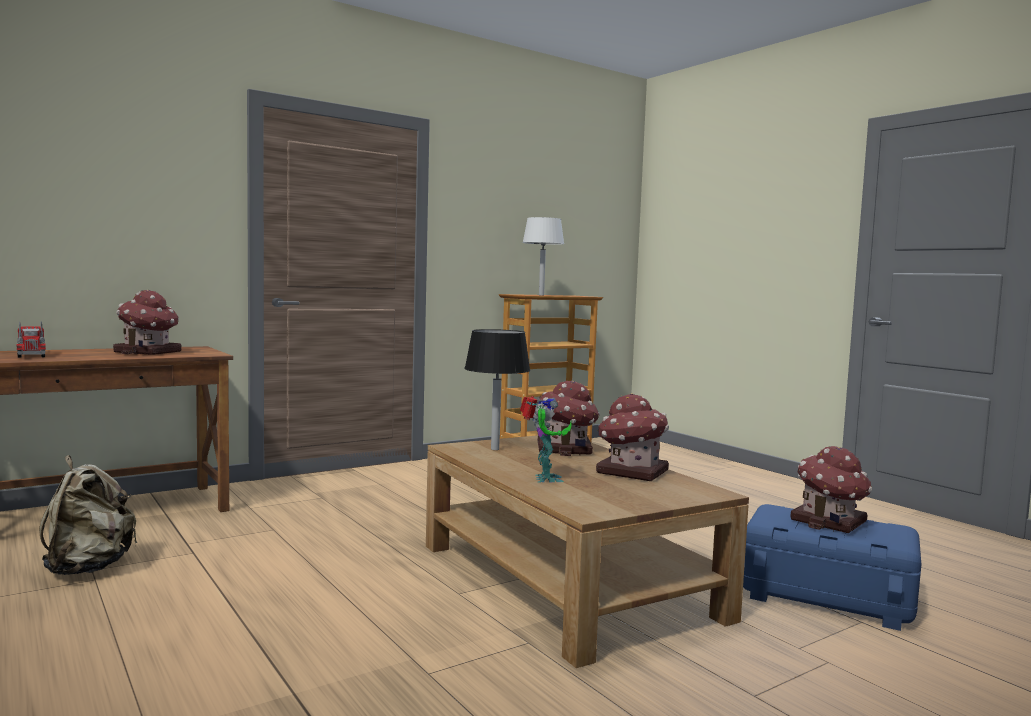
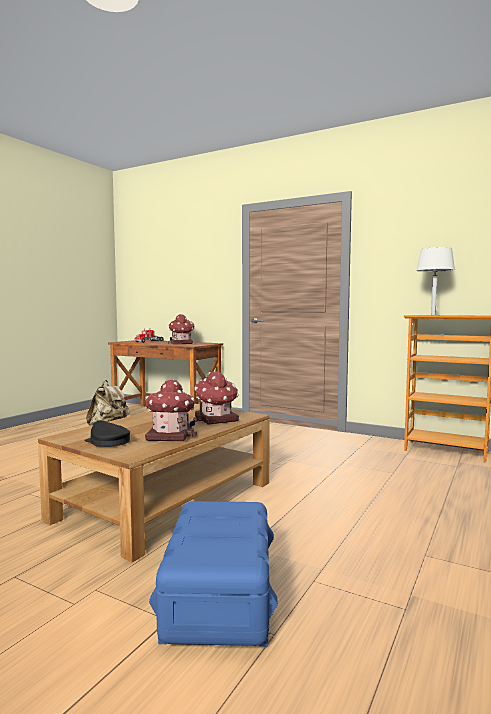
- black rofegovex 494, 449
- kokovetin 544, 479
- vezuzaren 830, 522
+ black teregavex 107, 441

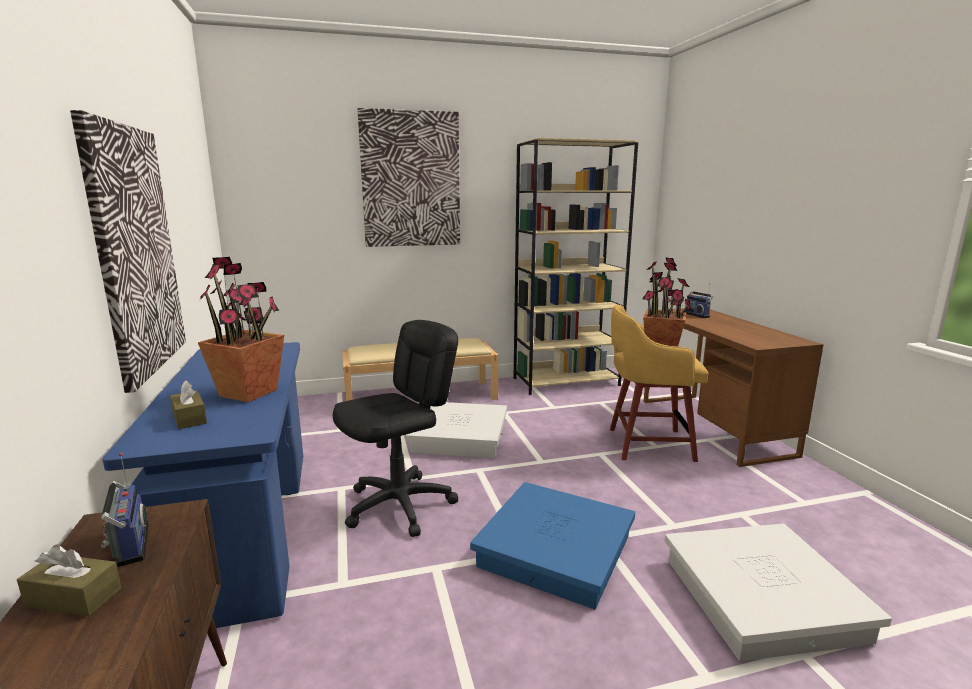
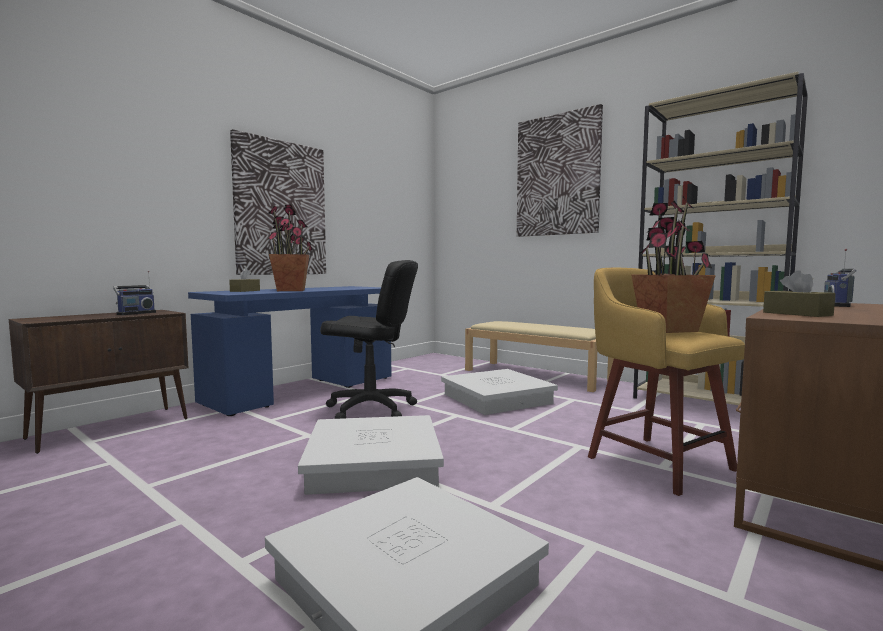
~ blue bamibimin 556, 550 to white bamibimin 373, 464
~ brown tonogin 74, 597 to 797, 314

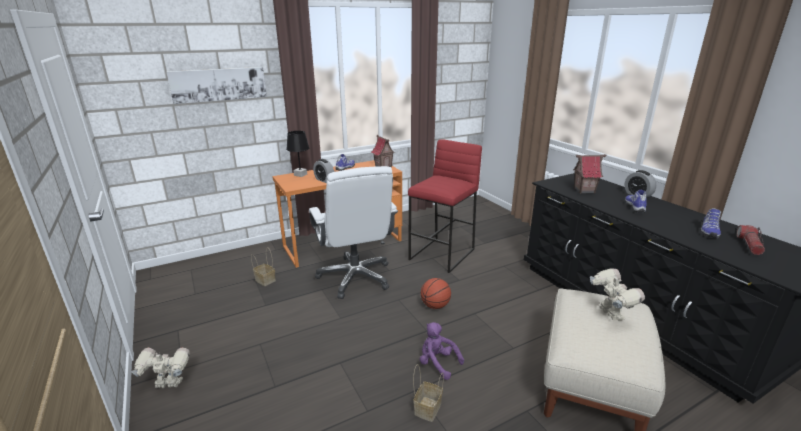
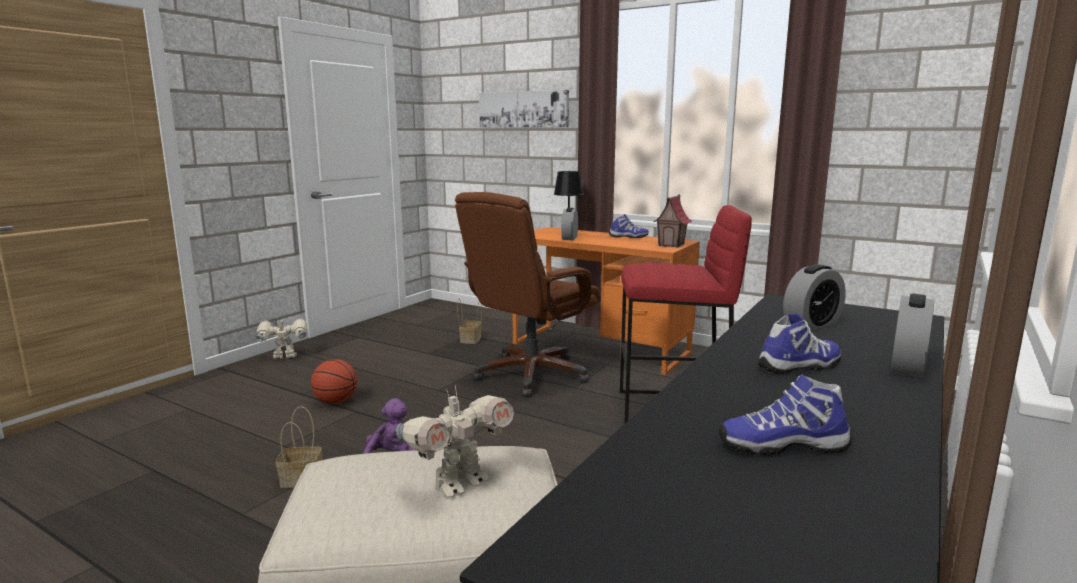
~ vezuzaren 584, 190 to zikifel 811, 324
~ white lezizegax 355, 277 to brown lezizegax 531, 375
- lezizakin 750, 245
~ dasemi 435, 306 to 336, 402
~ kokovetin 168, 385 = 285, 358 75 degrees counterclockwise

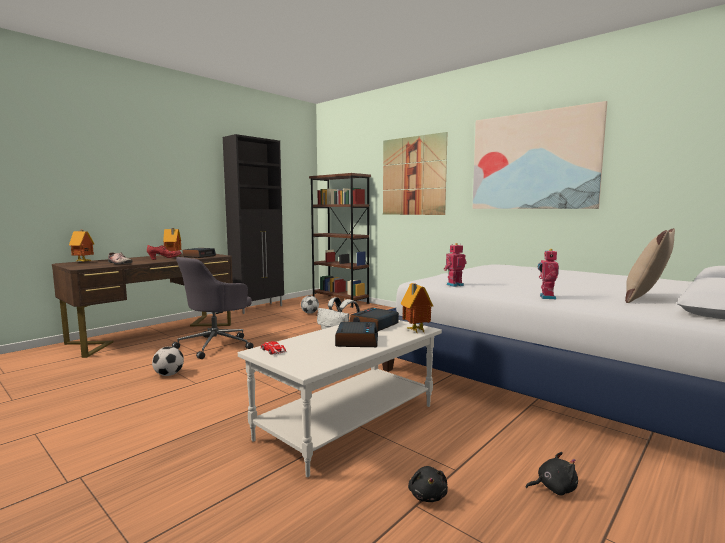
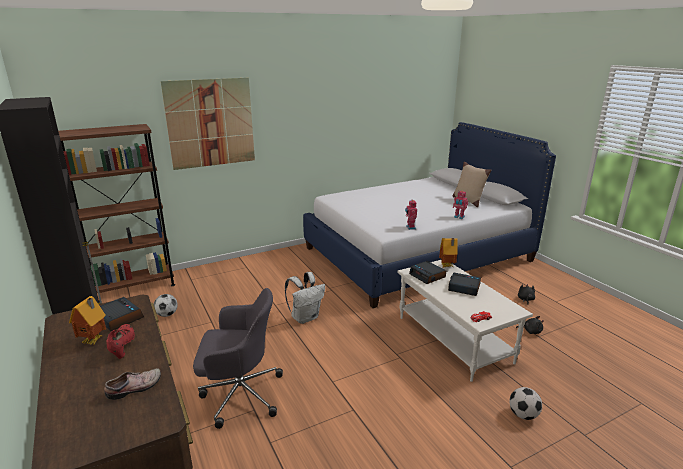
- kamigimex 533, 161
- vezuzaren 84, 261
~ grey lezizegax 216, 345 = 240, 394 60 degrees counterclockwise
~ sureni 169, 374 to 523, 415

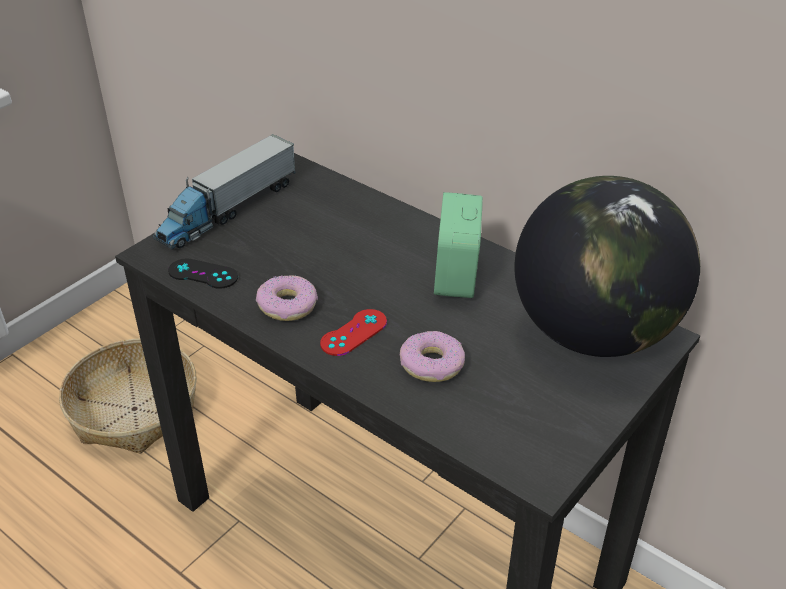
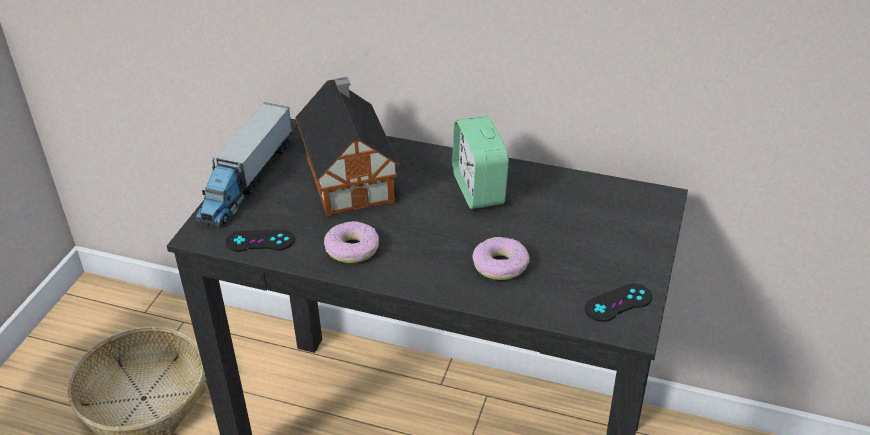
- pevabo 593, 333
- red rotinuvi 354, 333
+ vezuzaren 349, 175
+ black rotinuvi 618, 303

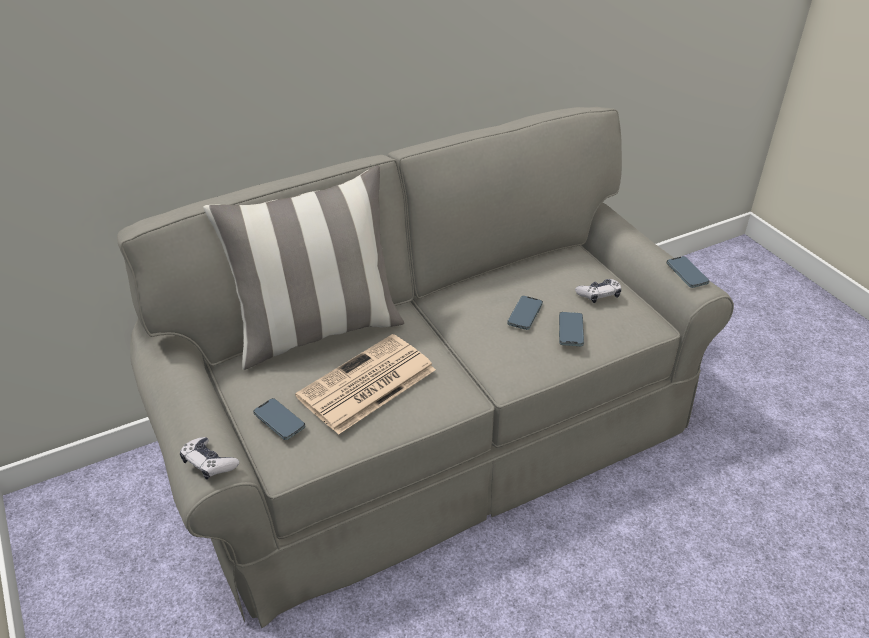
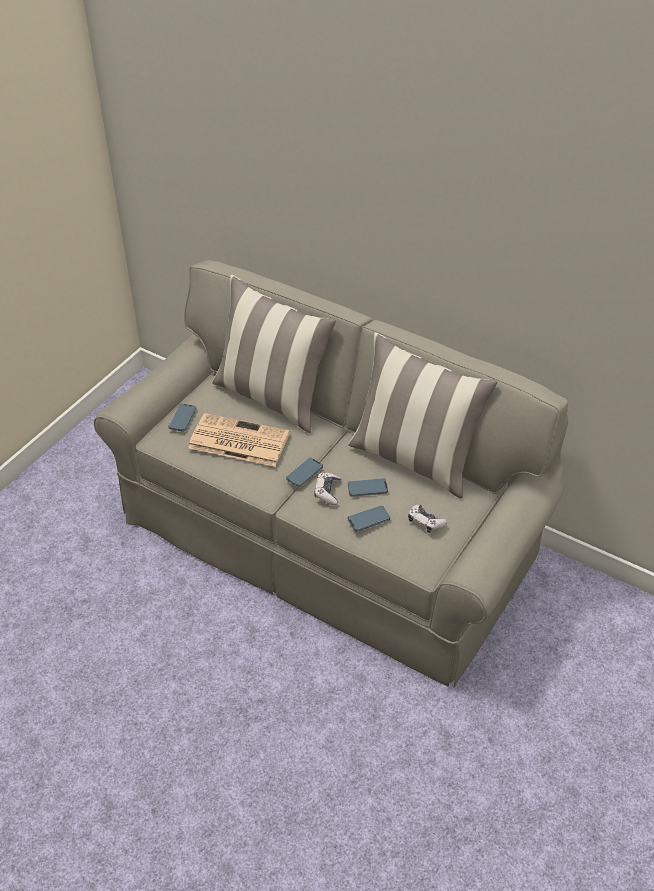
~ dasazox 687, 274 to 304, 474
~ rotinuvi 209, 463 to 327, 492
+ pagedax 414, 459

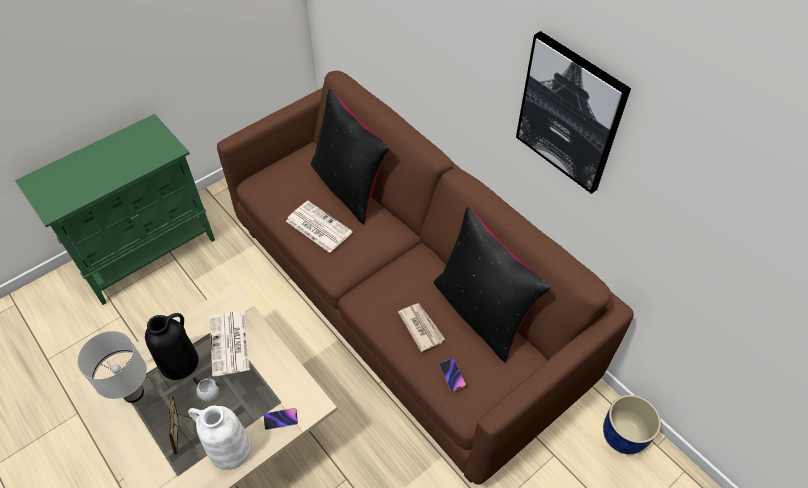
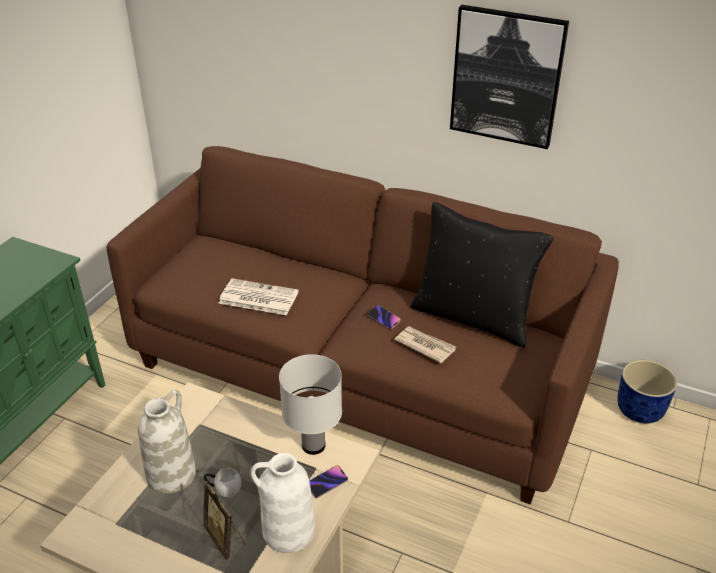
- black pagedax 349, 187
- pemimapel 230, 344
~ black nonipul 179, 362 to white nonipul 171, 473
~ white rofegovex 133, 393 to 312, 445
~ dasazox 452, 375 to 384, 319

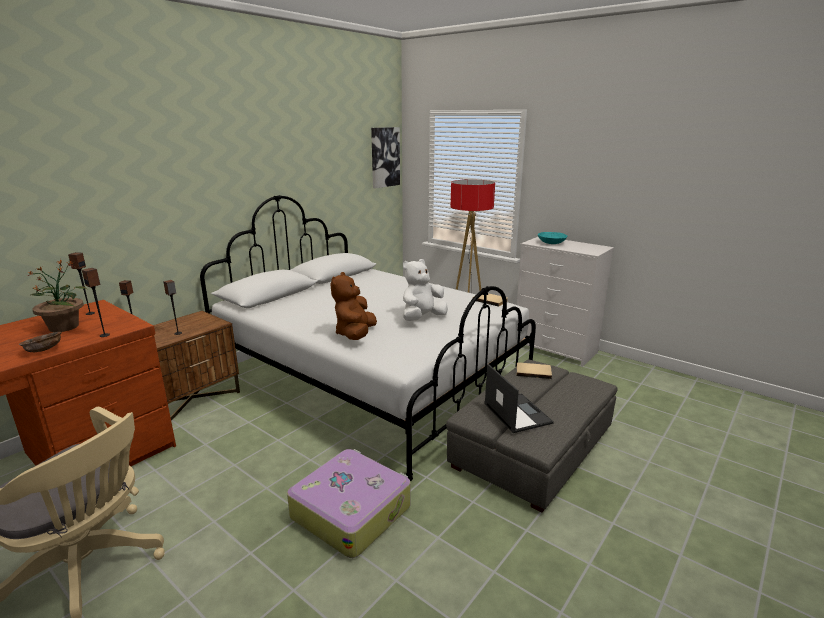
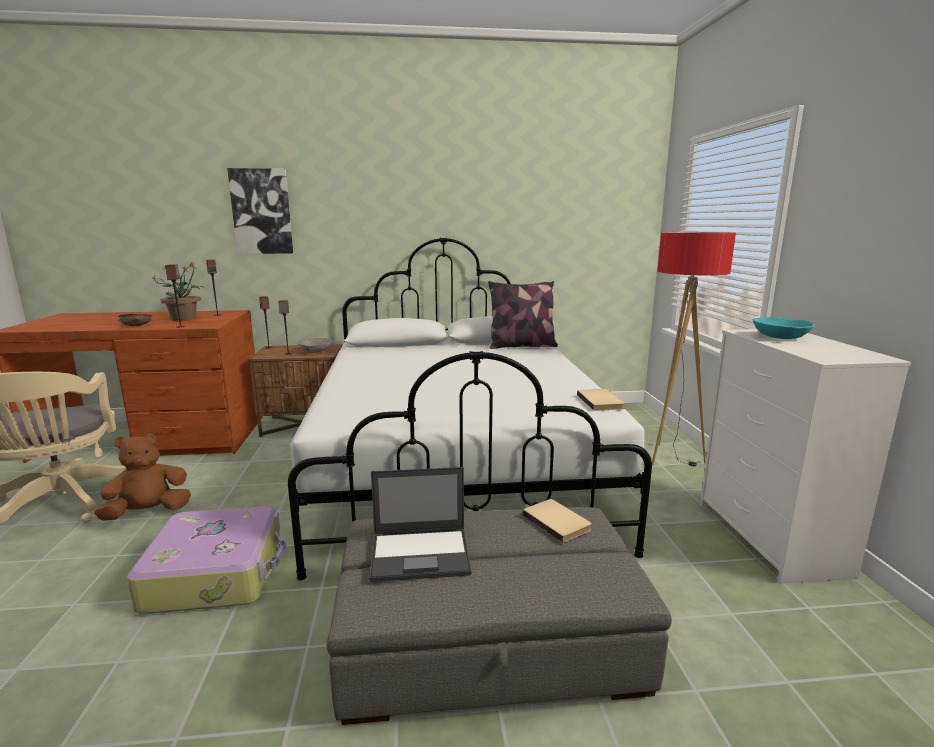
~ kamigimex 384, 157 to 262, 212
- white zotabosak 422, 318
~ brown zotabosak 355, 334 to 148, 512
~ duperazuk 516, 413 = 421, 554 60 degrees clockwise
+ pagedax 521, 346
+ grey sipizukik 316, 351

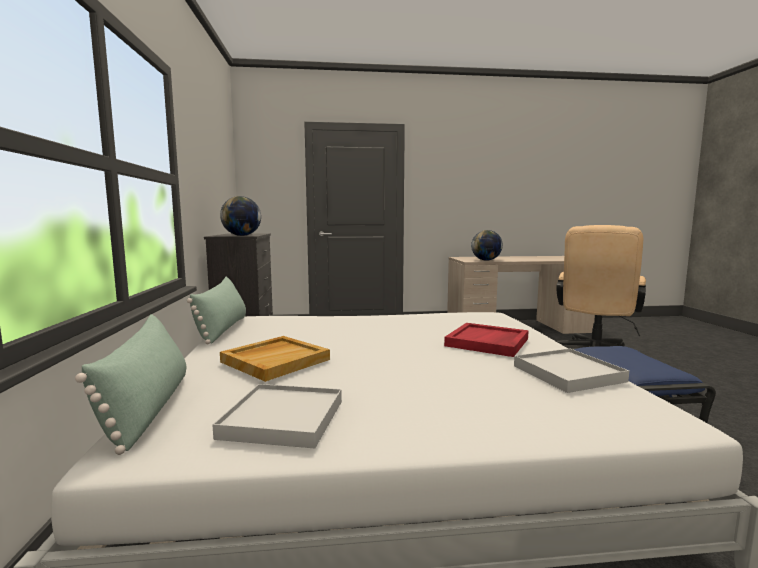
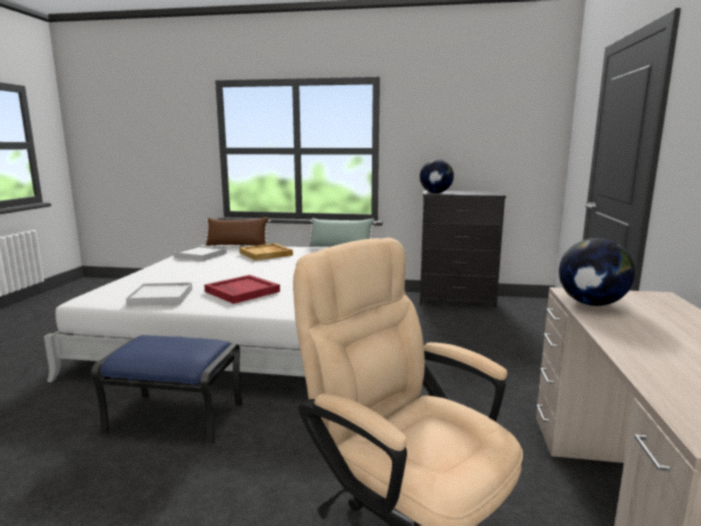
~ green pagedax 148, 408 to brown pagedax 237, 245

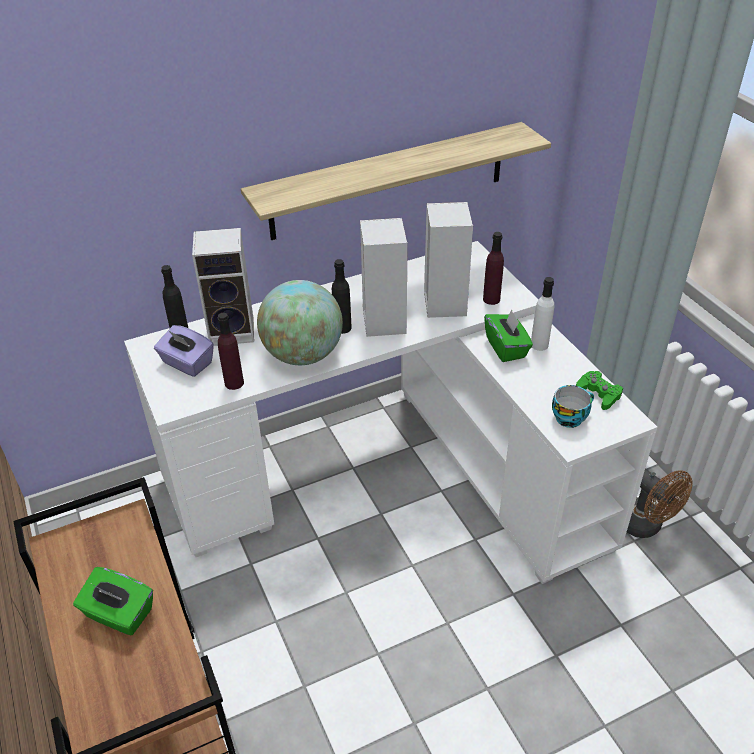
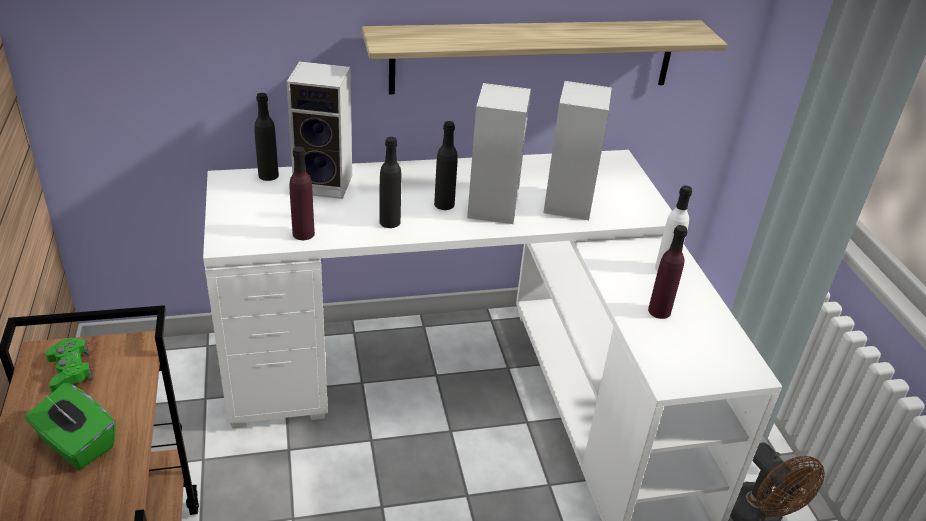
~ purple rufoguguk 491, 299 to 659, 311
~ pevabo 303, 355 to black rufoguguk 389, 222
- green tonogin 506, 348
- purple tonogin 187, 363
~ green rotinuvi 598, 394 to 70, 370
- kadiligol 569, 417

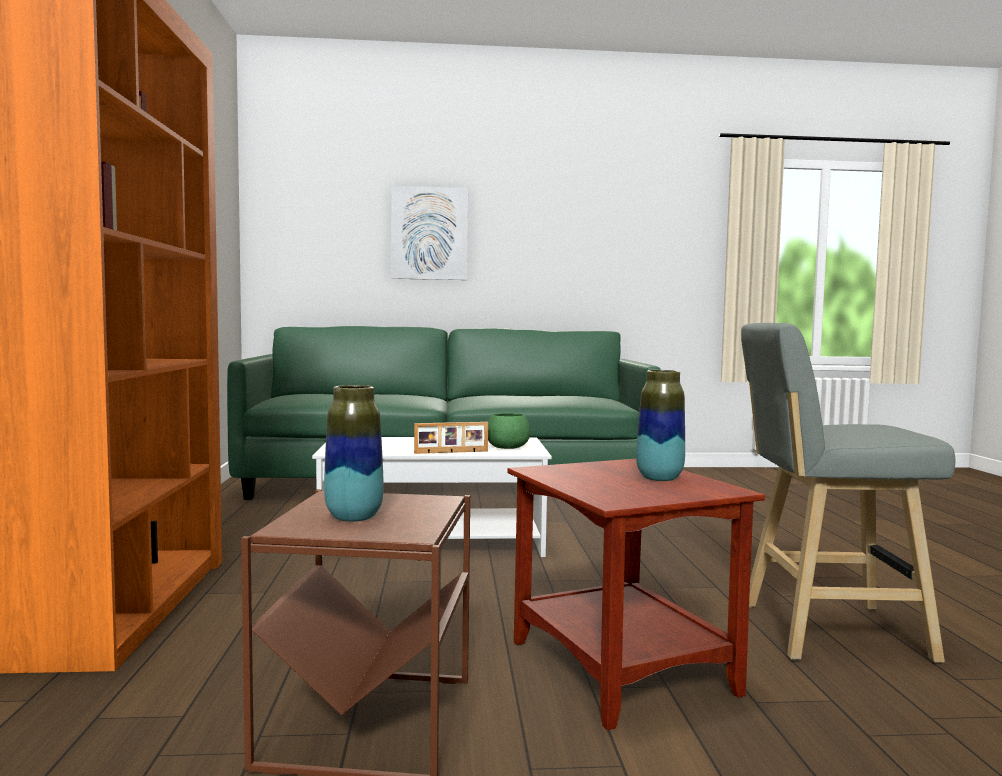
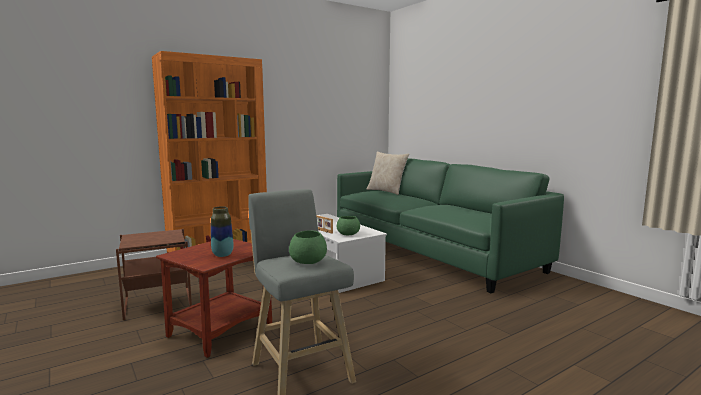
- kamigimex 429, 233
- nonipul 354, 517
+ beige pagedax 386, 191
+ green sipizukik 308, 261

